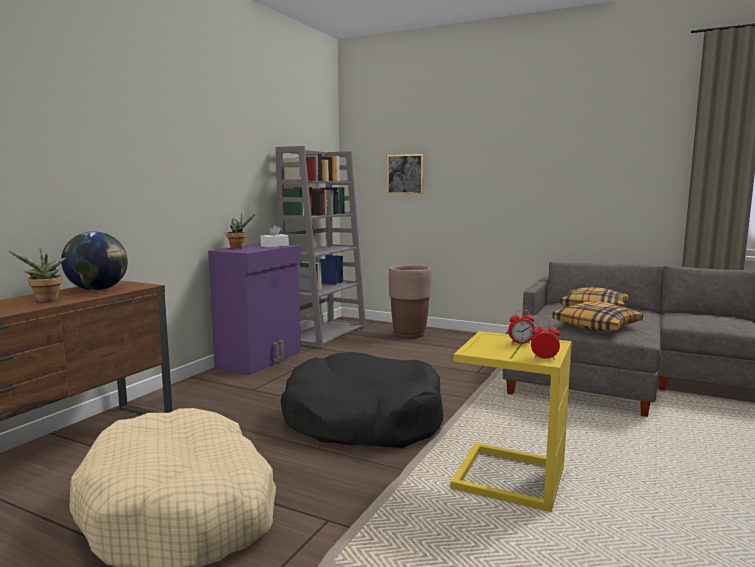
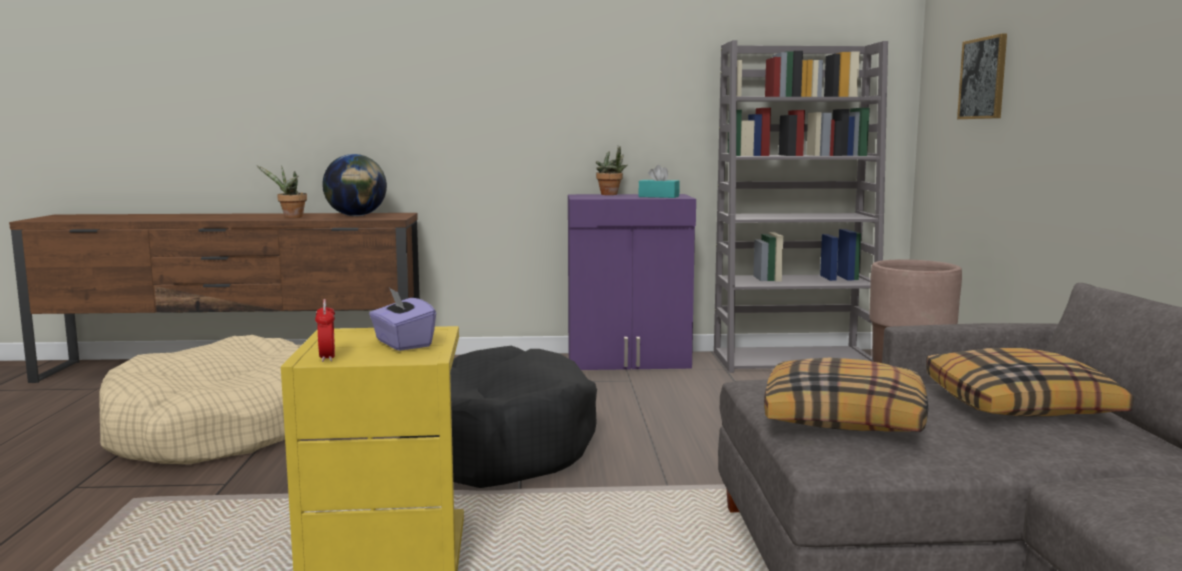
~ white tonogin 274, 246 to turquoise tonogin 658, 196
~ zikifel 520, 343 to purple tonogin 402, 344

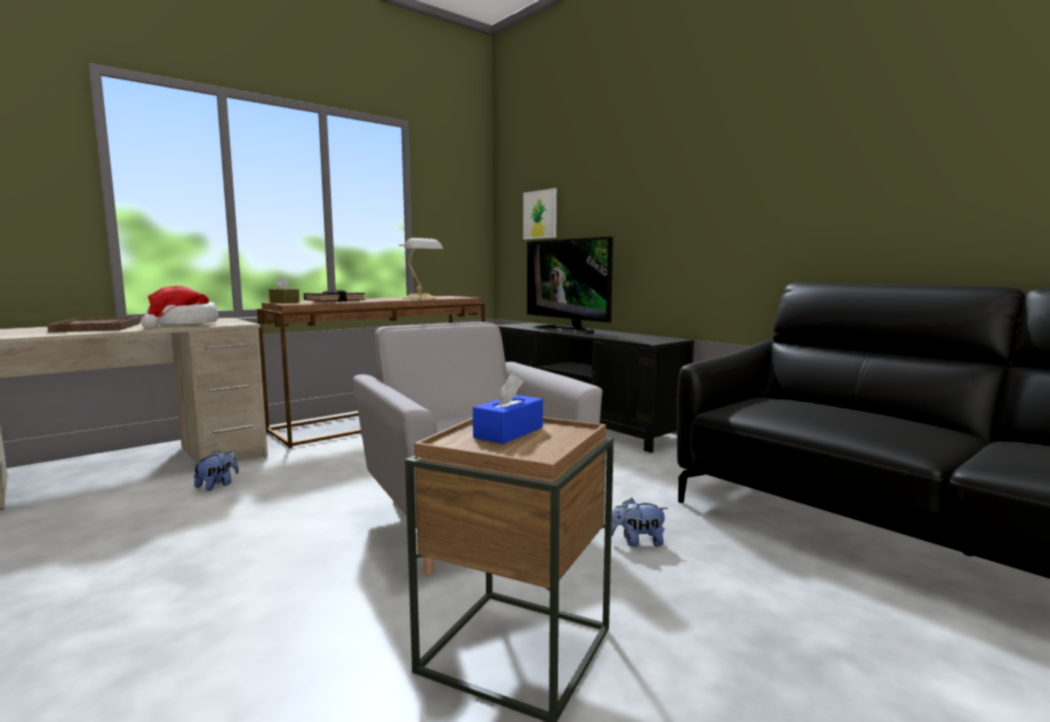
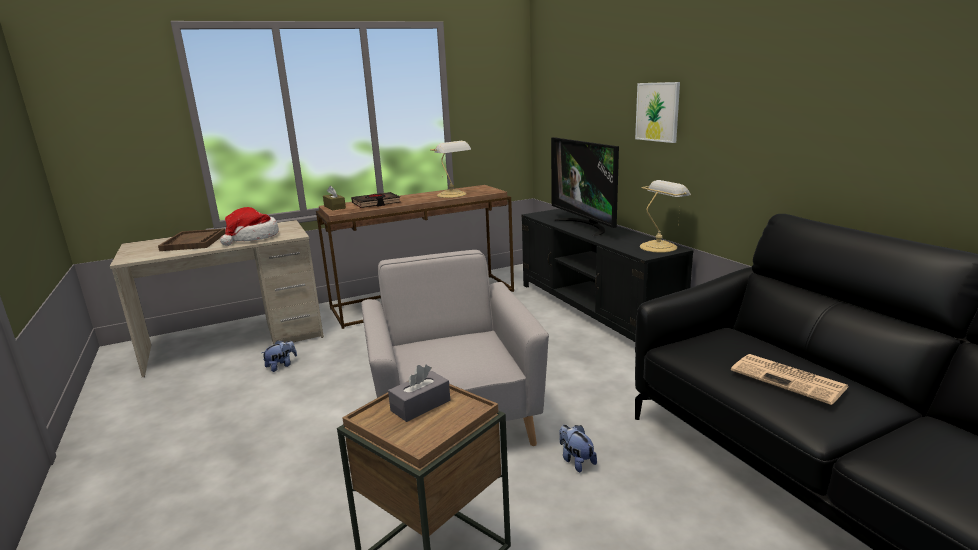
~ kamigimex 540, 214 to 657, 112
~ blue tonogin 508, 432 to grey tonogin 420, 405
~ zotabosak 637, 542 = 576, 461 45 degrees clockwise
+ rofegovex 659, 246
+ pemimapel 789, 379

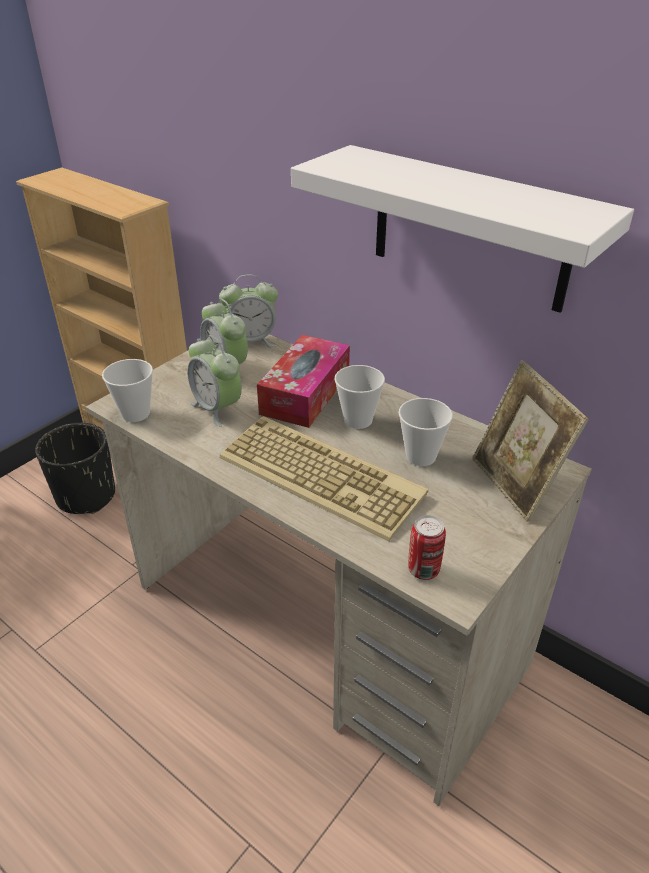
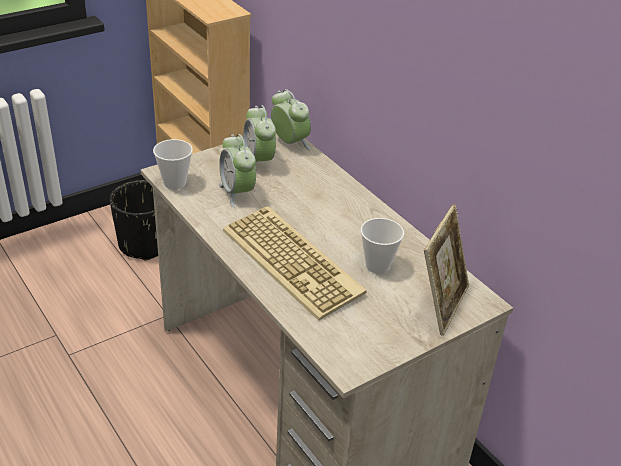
- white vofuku 469, 229
~ zikifel 252, 341 = 290, 143 135 degrees counterclockwise
- tonogin 305, 393
~ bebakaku 515, 485 = 441, 304 150 degrees counterclockwise
- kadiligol 358, 420
- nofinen 423, 570

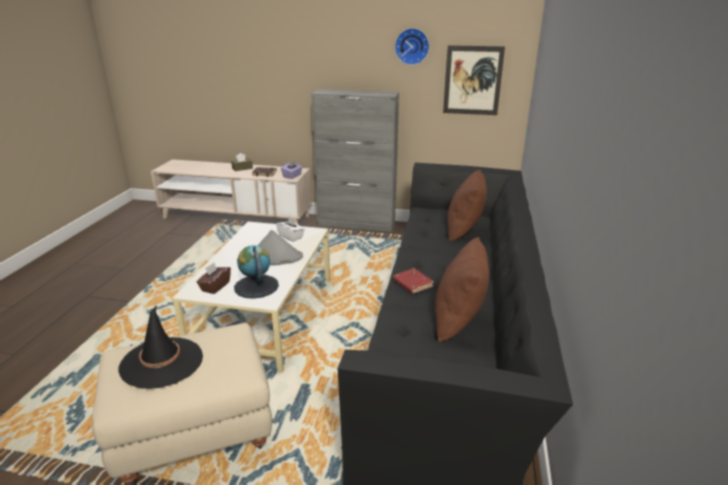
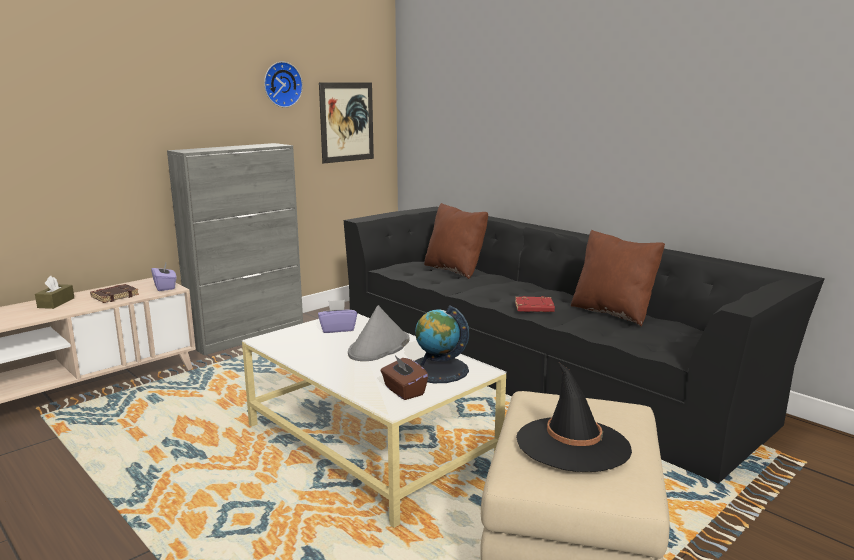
~ white tonogin 291, 237 to purple tonogin 337, 329

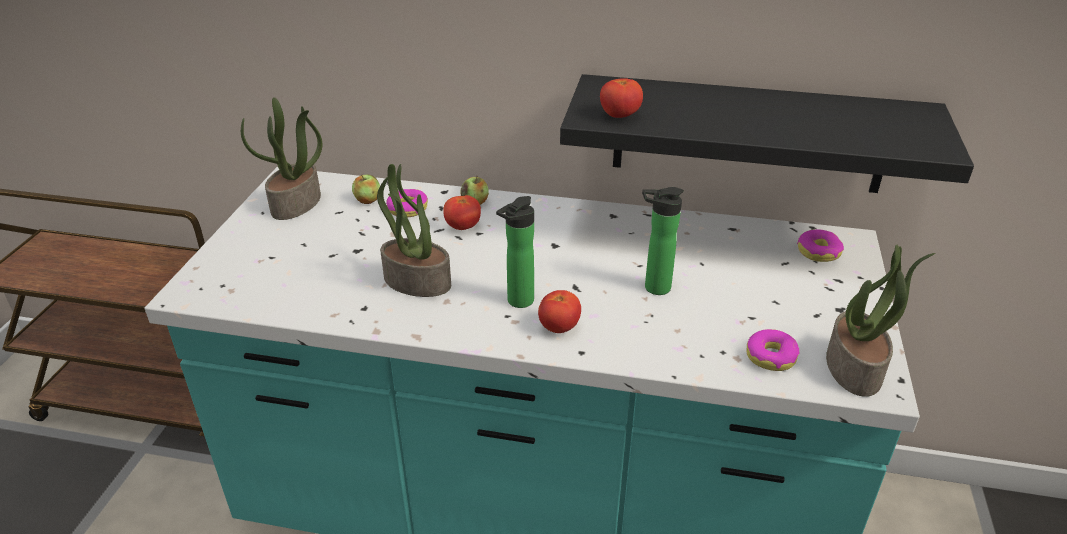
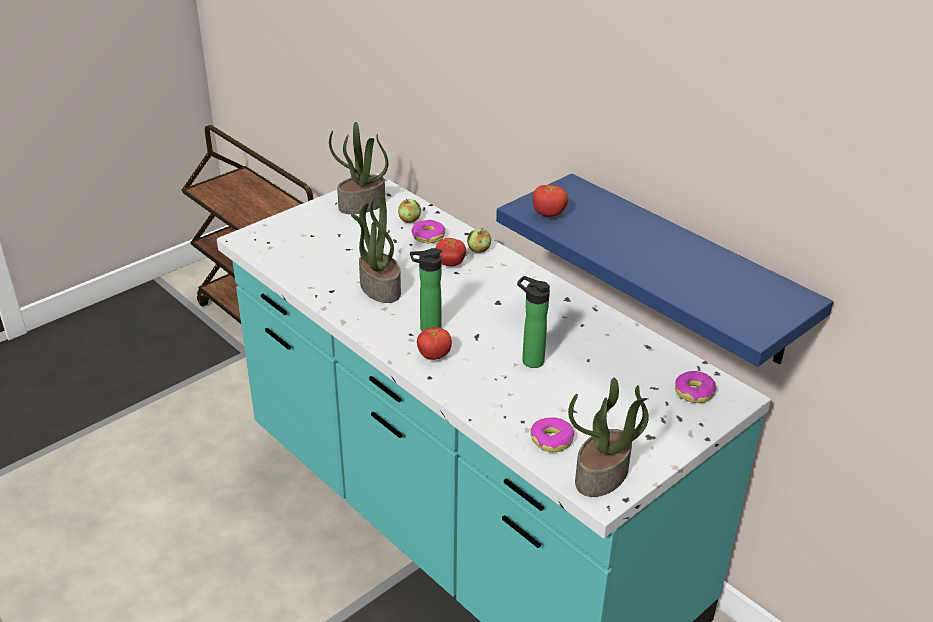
~ black vofuku 749, 134 to blue vofuku 684, 270

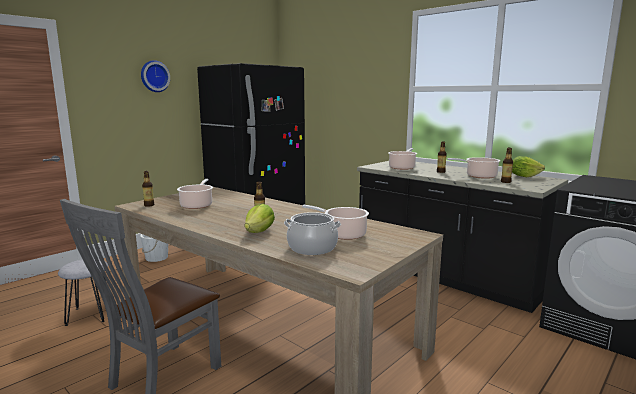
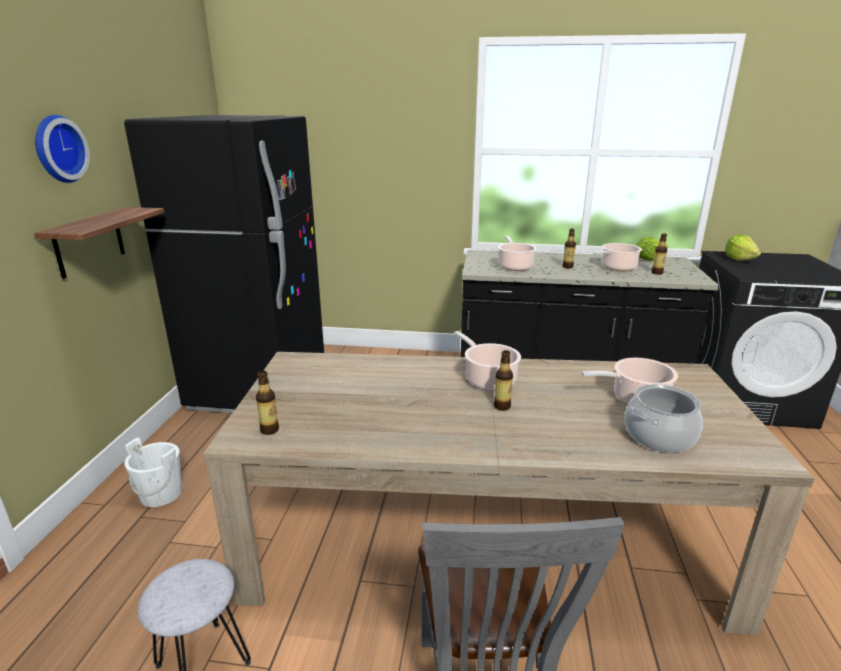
~ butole 197, 205 to 488, 379
~ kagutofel 259, 232 to 739, 259
+ vofuku 89, 242

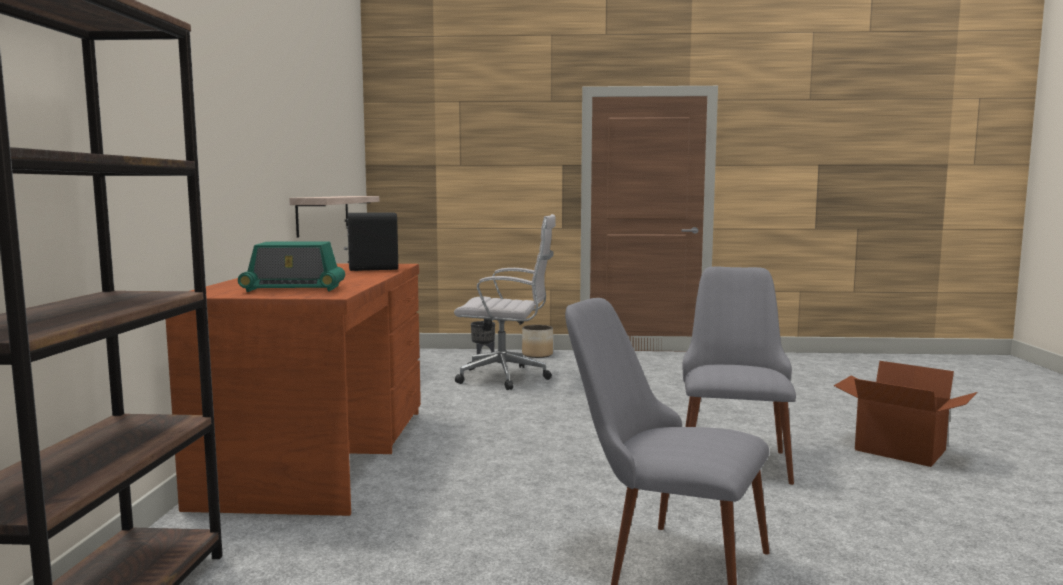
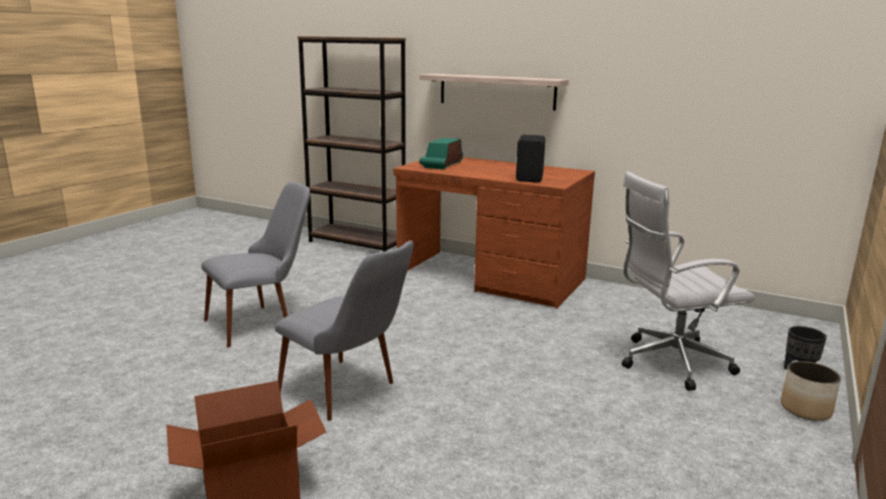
~ vofuku 323, 214 to 496, 91
~ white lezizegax 507, 377 = 669, 363 45 degrees clockwise

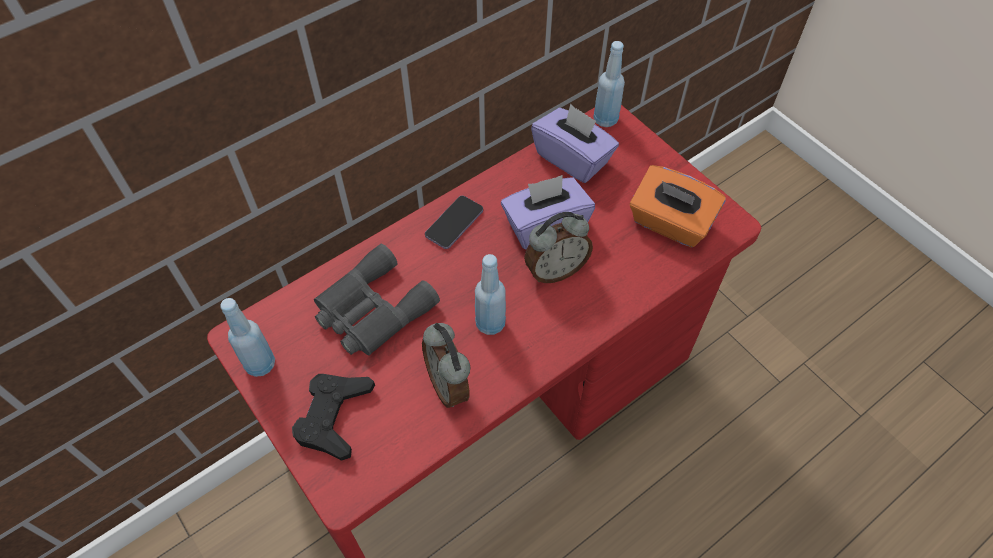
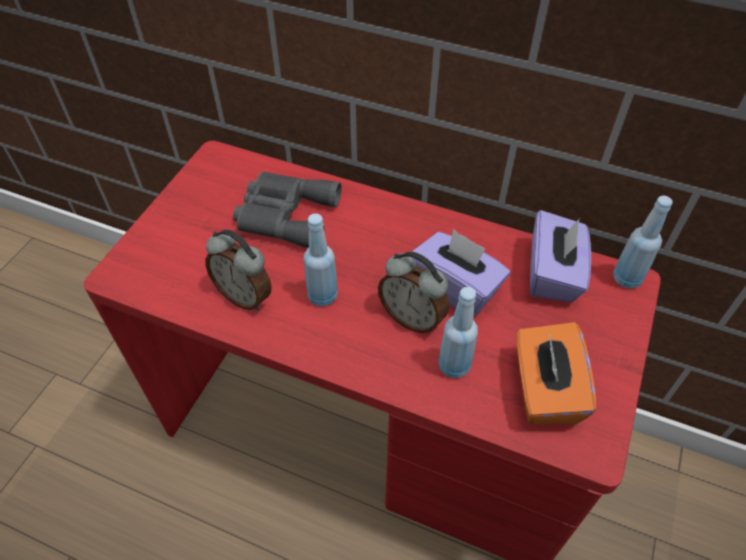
- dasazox 454, 223
~ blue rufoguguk 260, 364 to 454, 365
~ zikifel 449, 384 = 245, 296 90 degrees counterclockwise
- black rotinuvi 334, 417

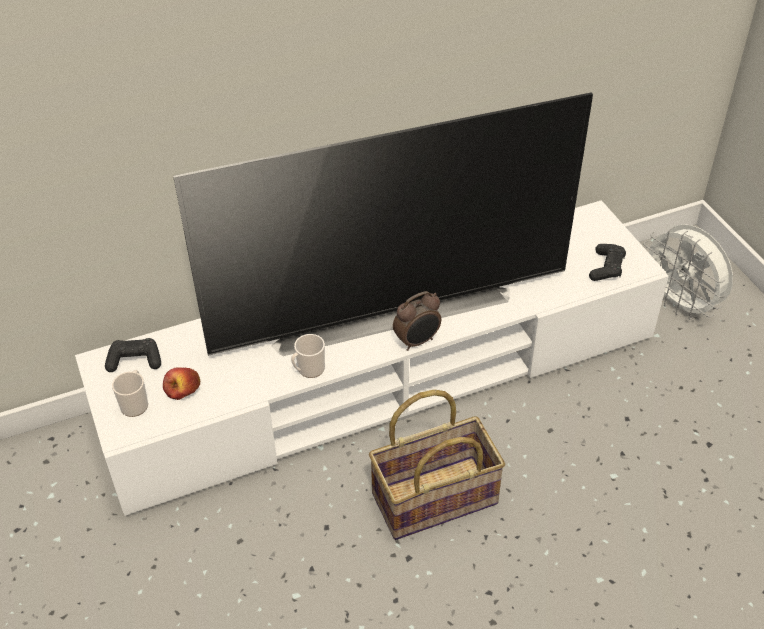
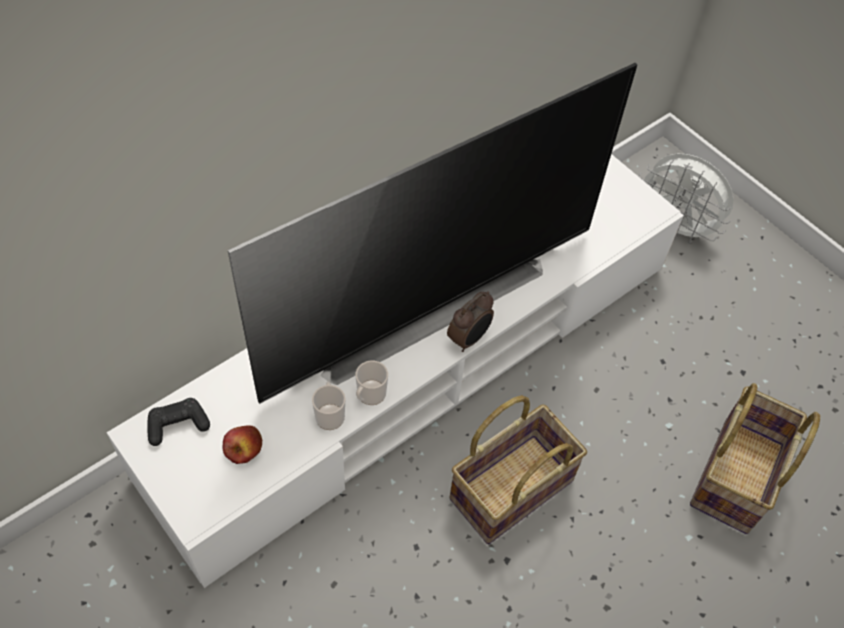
- black rotinuvi 606, 268
~ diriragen 135, 403 to 329, 414
+ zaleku 737, 476

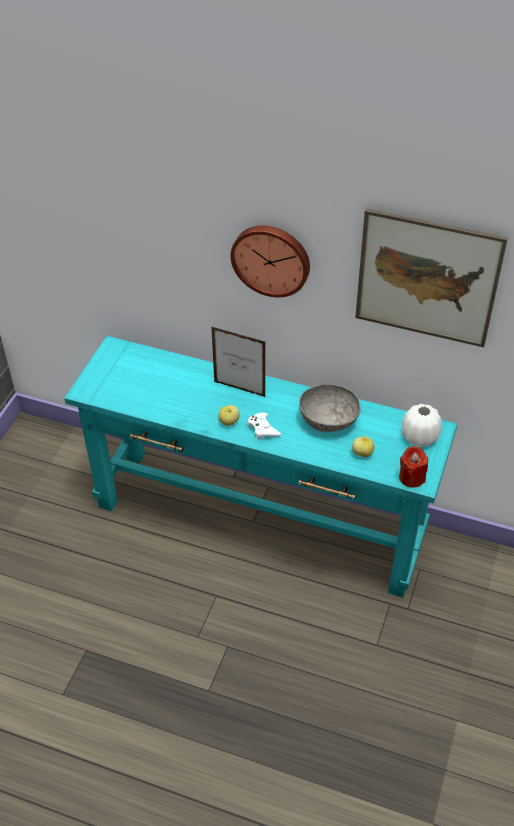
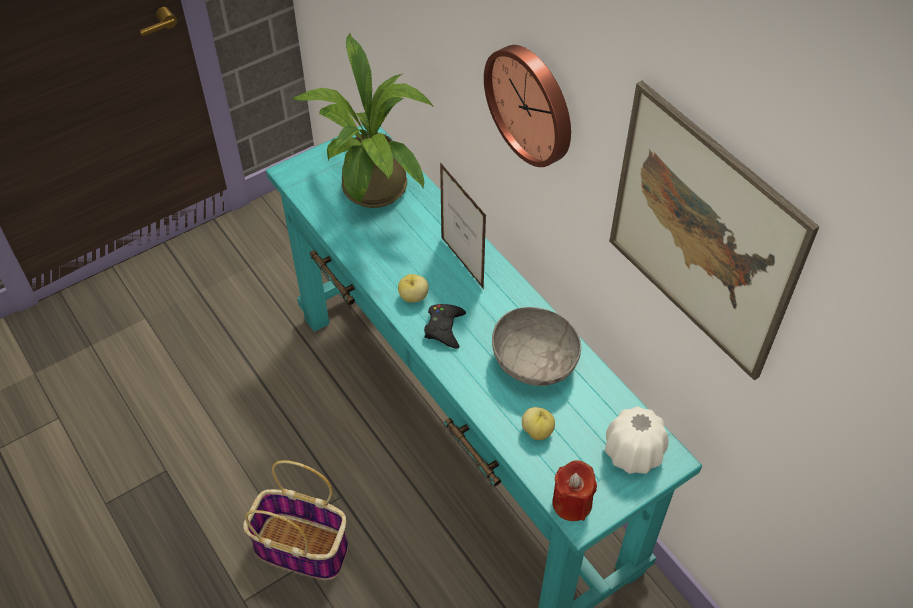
~ white rotinuvi 263, 429 to black rotinuvi 444, 328
+ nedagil 374, 194
+ zaleku 303, 547

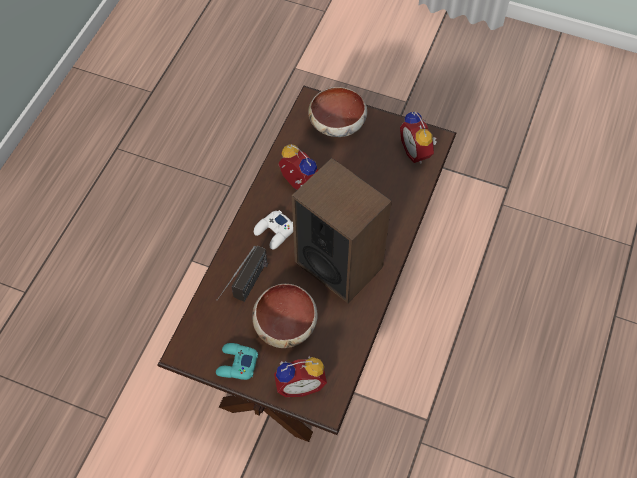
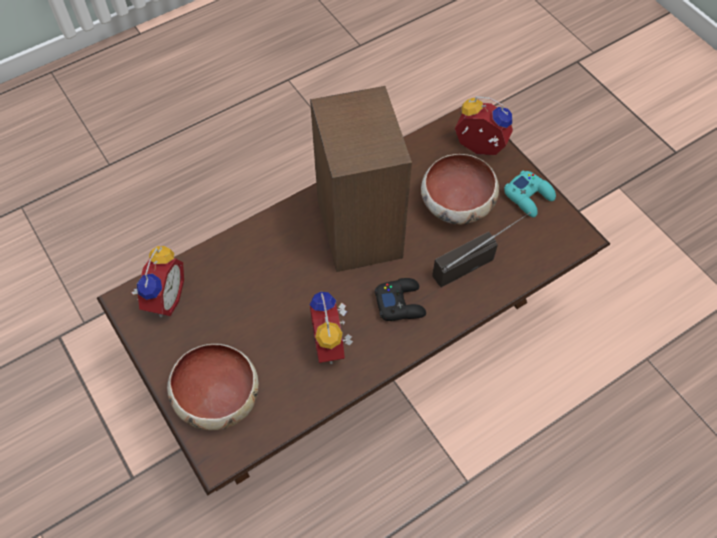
~ white rotinuvi 275, 232 to black rotinuvi 400, 303

